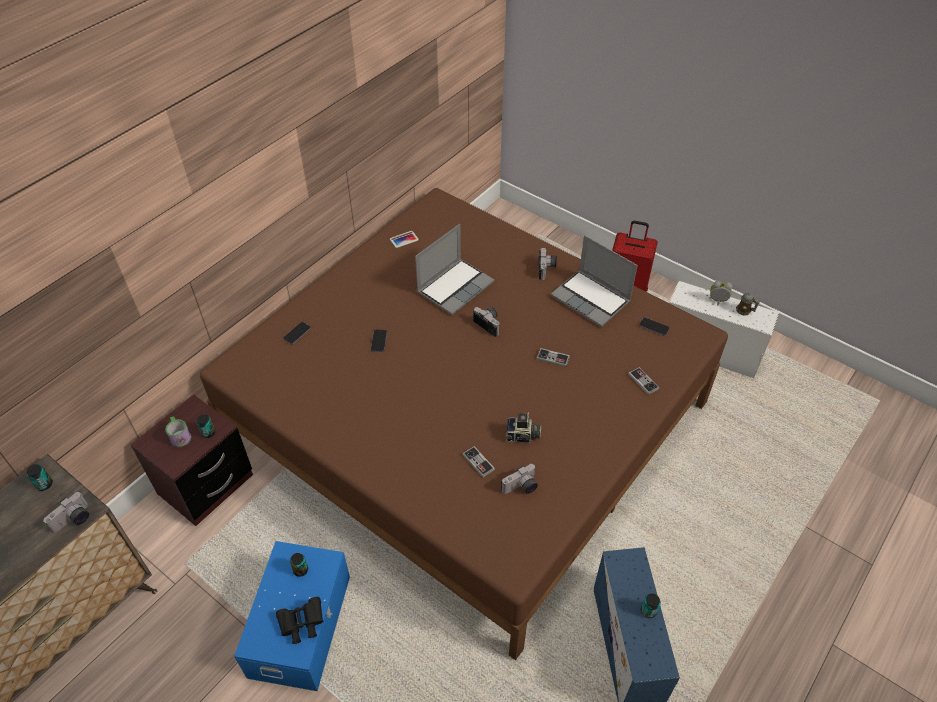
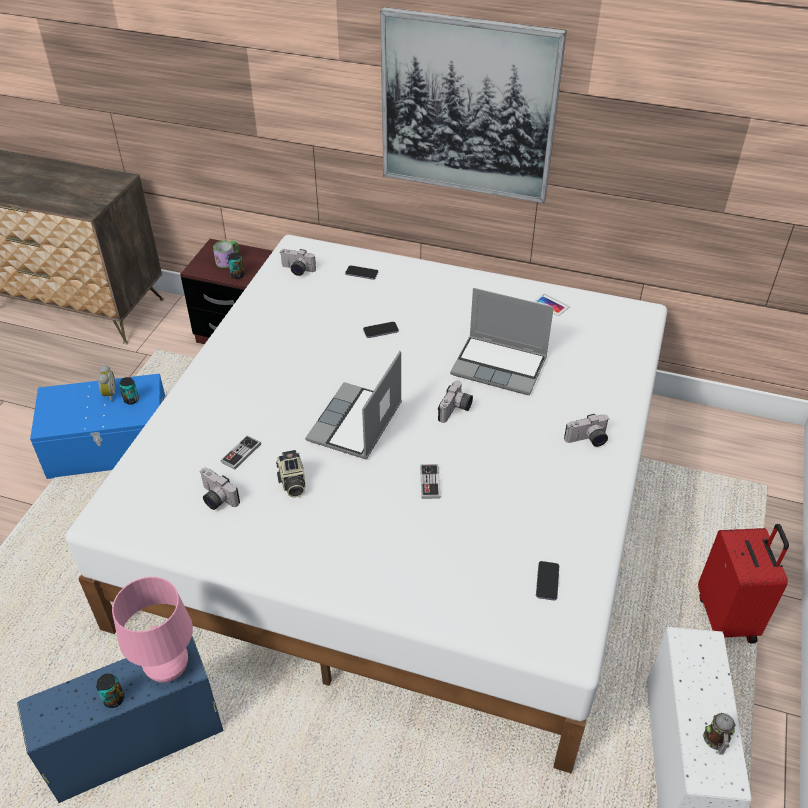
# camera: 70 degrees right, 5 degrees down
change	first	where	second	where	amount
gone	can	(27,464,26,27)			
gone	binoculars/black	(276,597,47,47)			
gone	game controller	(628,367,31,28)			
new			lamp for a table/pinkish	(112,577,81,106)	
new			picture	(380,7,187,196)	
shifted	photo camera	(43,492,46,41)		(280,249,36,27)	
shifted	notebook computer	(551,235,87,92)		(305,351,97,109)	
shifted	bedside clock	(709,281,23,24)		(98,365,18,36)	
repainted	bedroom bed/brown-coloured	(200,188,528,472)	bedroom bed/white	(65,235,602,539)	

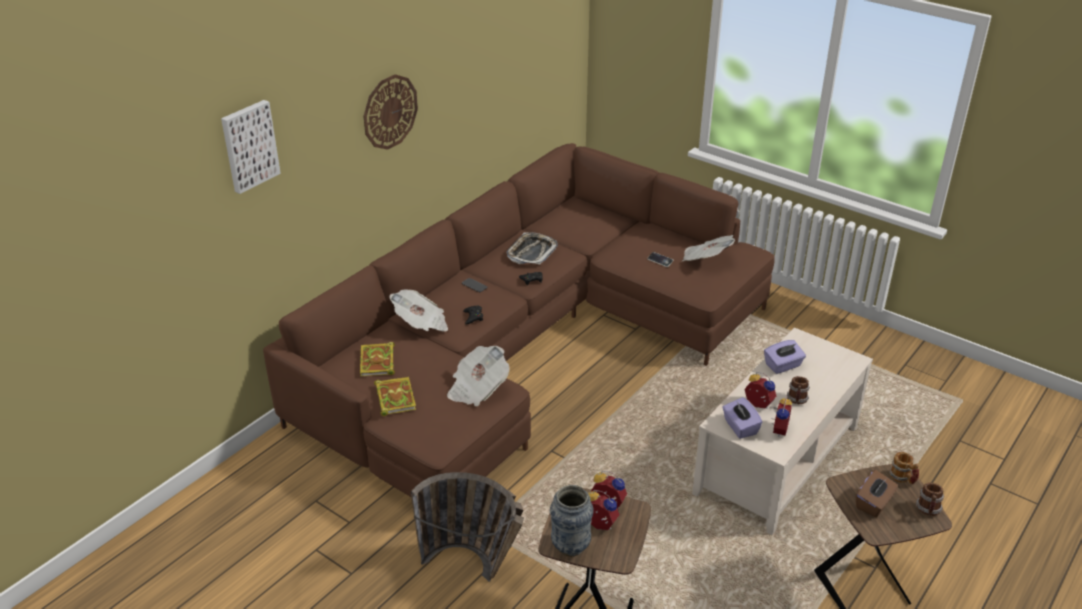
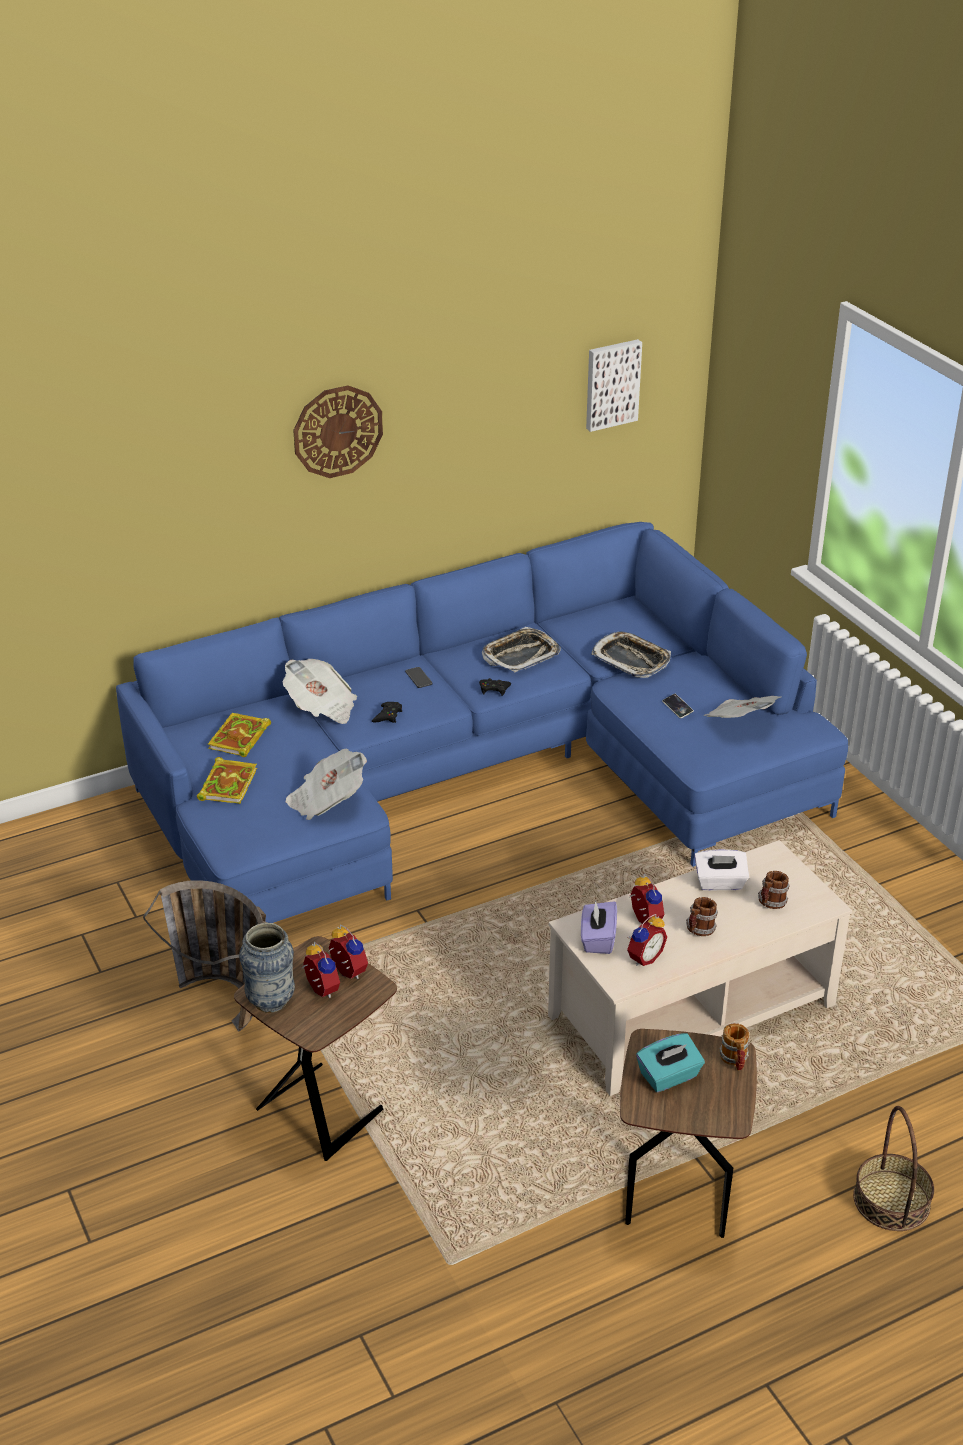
# camera: 25 degrees right, 0 degrees up
change	first	where	second	where	amount
new			tray	(591,631,80,47)	
new			household basket	(853,1106,81,125)	
shifted	picture	(221,100,60,94)		(586,339,56,93)	
shifted	coffee mug	(916,483,28,33)		(758,871,32,38)	
repainted	couch/brown-coloured	(263,143,512,354)	couch/blue	(116,522,732,401)	
repainted	box of tissues/purple-coloured	(764,340,42,34)	box of tissues/white	(694,849,55,42)	
repainted	box of tissues/brown-coloured	(856,470,42,47)	box of tissues/turquoise-coloured	(636,1033,69,59)	

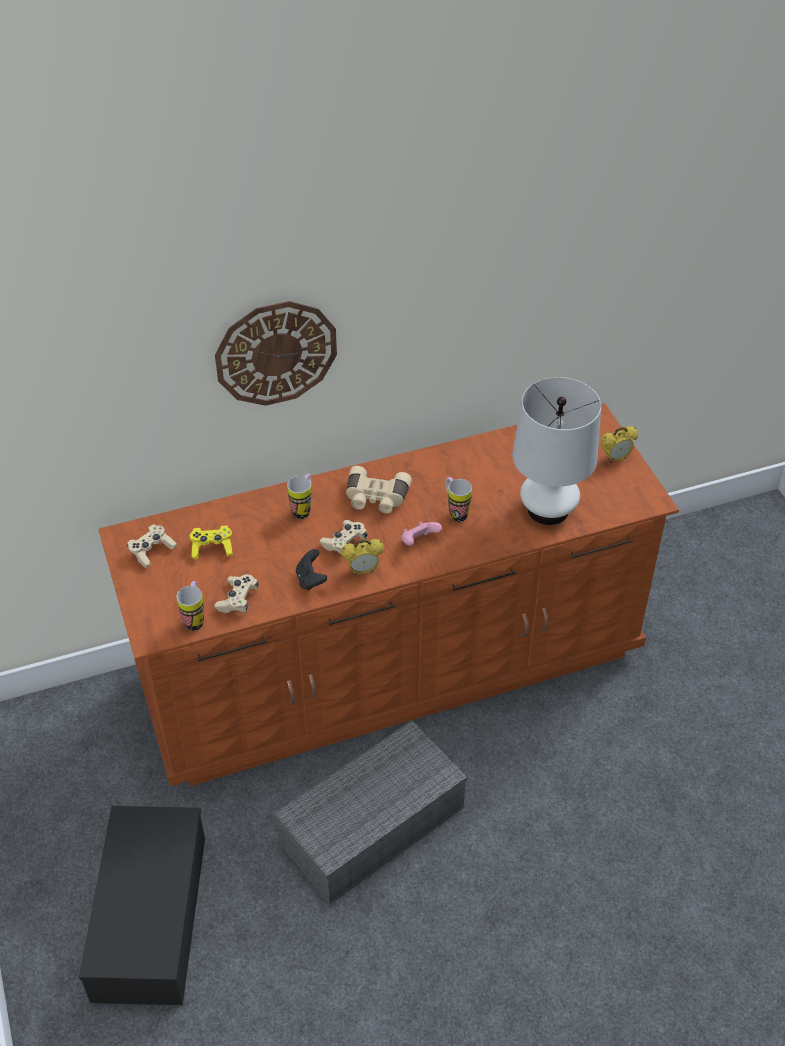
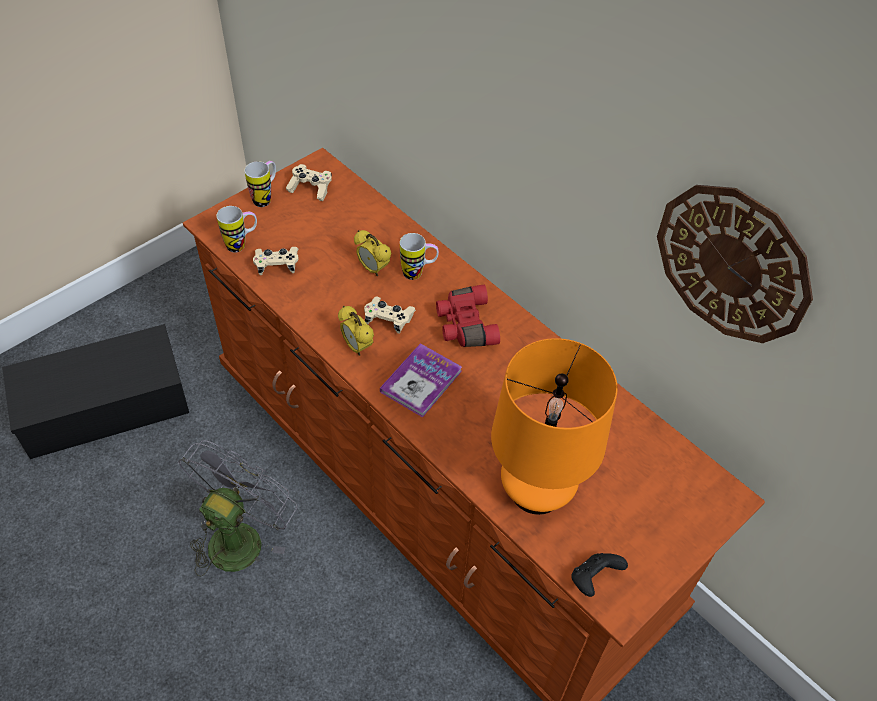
# camera: 65 degrees right, 5 degrees up
change	first	where	second	where	amount
gone	game controller/yellowish	(190,525,43,34)			
shifted	hanging clock	(215,301,122,105)		(657,185,156,158)	
shifted	game controller/black	(296,549,31,41)		(571,553,57,44)	
shifted	coffee mug	(446,477,26,45)		(244,161,32,46)	
shifted	bedside clock	(601,426,37,37)		(354,230,37,46)	
swapped	storage box/gray	(274,721,193,183)	cooling fan/gray	(178,440,119,137)	
swapped	game controller/pinkish	(401,522,41,24)	book	(380,343,82,75)	
repainted	binoculars/sand-coloured	(346,466,66,48)	binoculars/red-coloured	(436,285,64,62)	
repainted	lamp for a table/white	(512,377,89,148)	lamp for a table/orange-coloured	(491,338,127,177)	

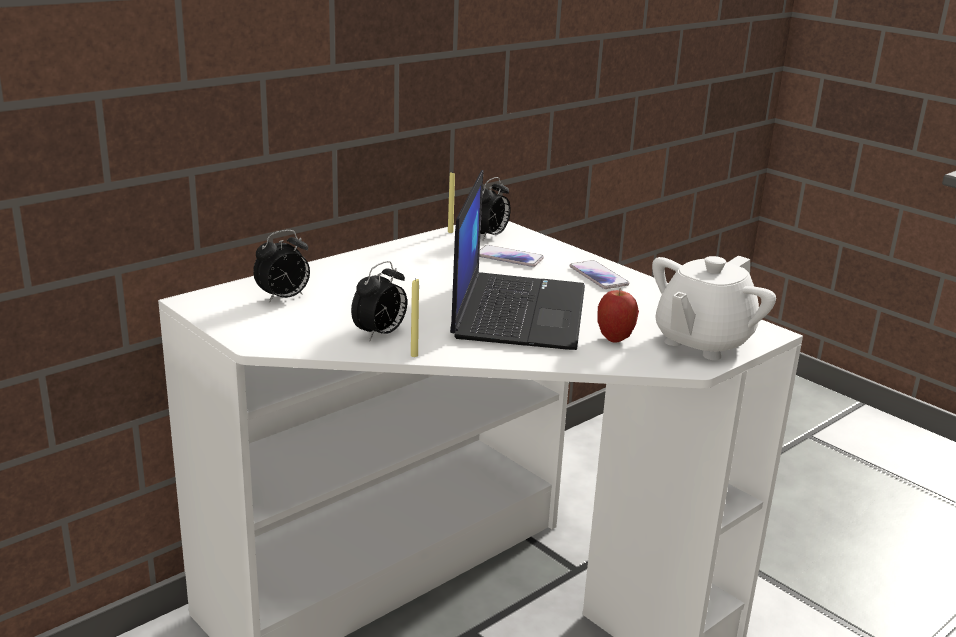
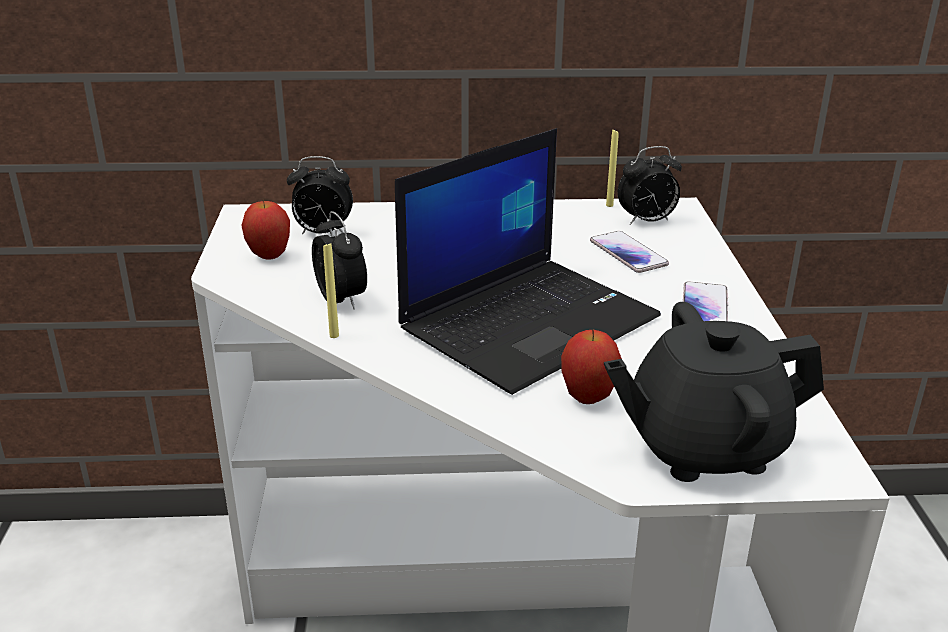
# camera: 40 degrees right, 5 degrees up
change	first	where	second	where	amount
new			whole apple	(241,199,49,61)	
repainted	tea pot/white	(652,256,124,104)	tea pot/black	(604,302,220,180)	
rotated	bedside clock	(351,261,56,80)		(312,211,55,99)	105 degrees counterclockwise

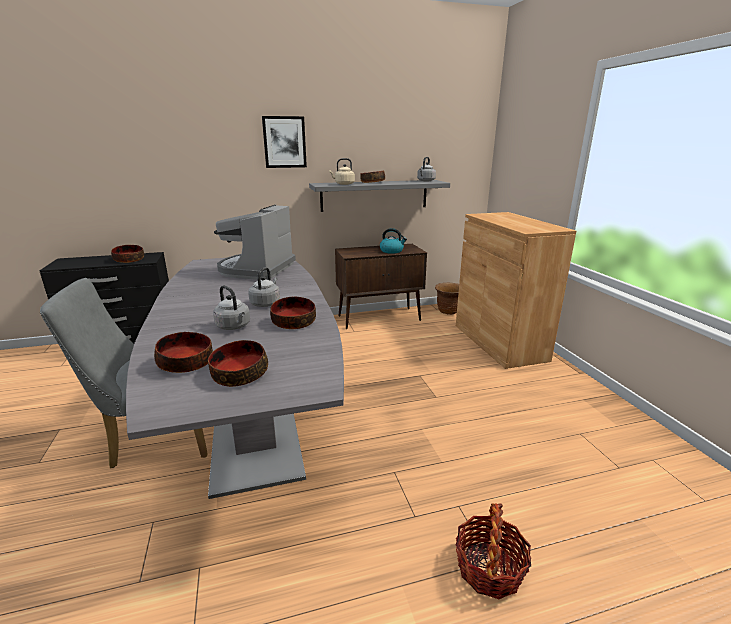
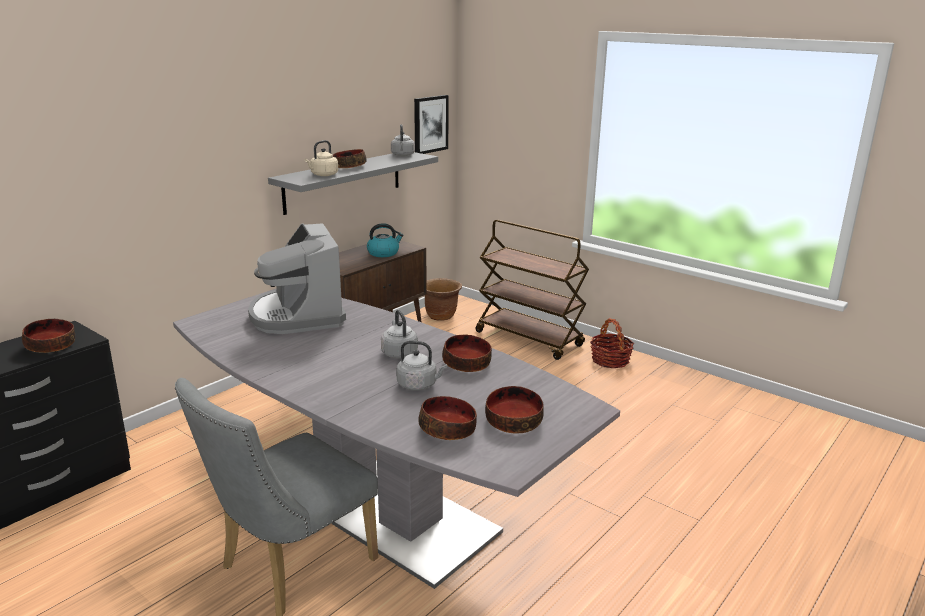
# camera: 35 degrees left, 0 degrees up
change	first	where	second	where	amount
shifted	picture	(262,116,45,52)		(414,95,35,59)	
shifted	household basket	(456,503,75,96)		(590,318,44,50)	
swapped	cabinet/brown-coloured	(456,212,120,157)	wheeled cart/brown-coloured	(475,220,114,140)	

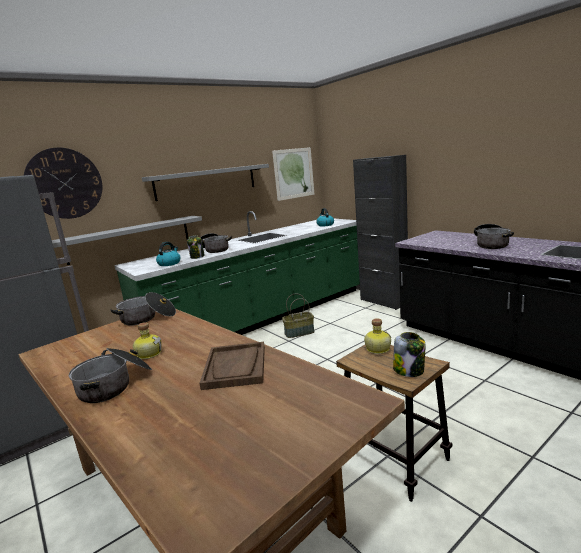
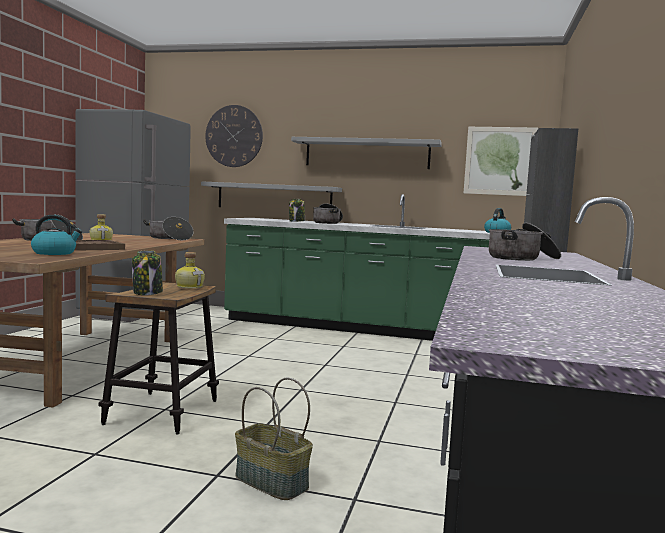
# camera: 50 degrees right, 10 degrees down
change	first	where	second	where	amount
shifted	water kettle	(156,242,24,24)		(31,215,51,40)	
shifted	household basket	(282,293,33,45)		(235,377,78,123)	

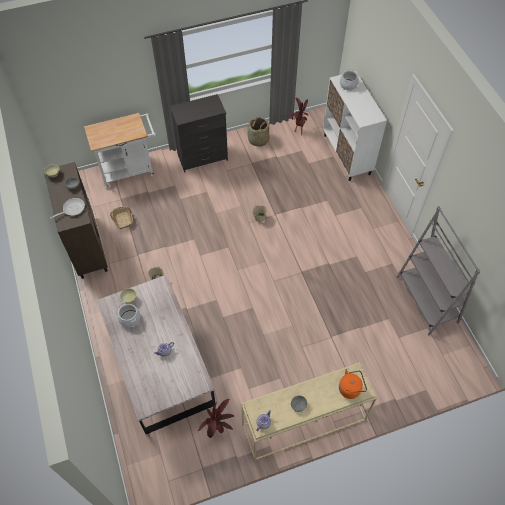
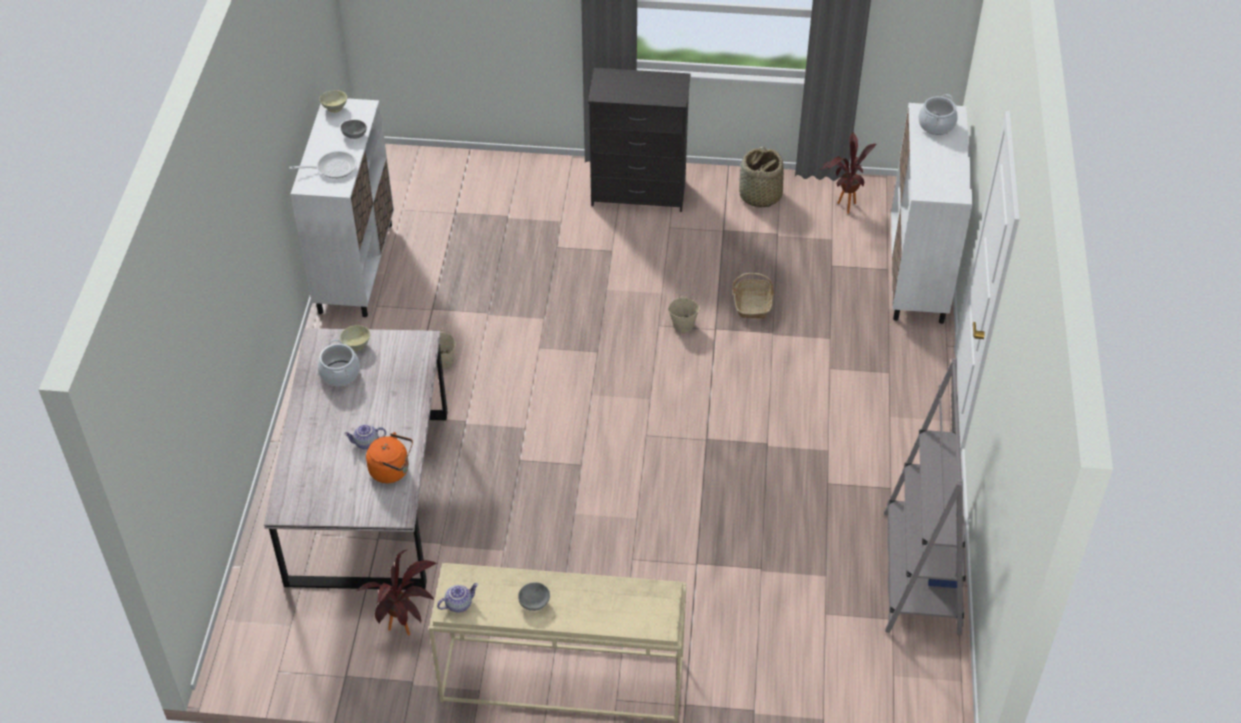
# camera: 25 degrees right, 10 degrees down
change	first	where	second	where	amount
gone	wheeled cart/white	(84,113,72,75)			
shifted	household basket	(110,206,23,23)		(732,273,42,46)	
shifted	water kettle/orange-coloured	(339,369,28,30)		(366,432,47,51)	
repainted	cabinet/brown-coloured	(43,162,65,117)	cabinet/white	(290,98,104,219)	

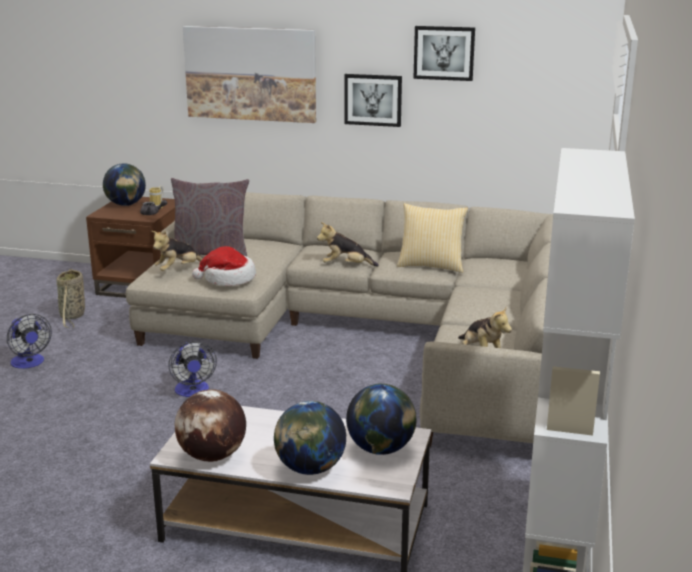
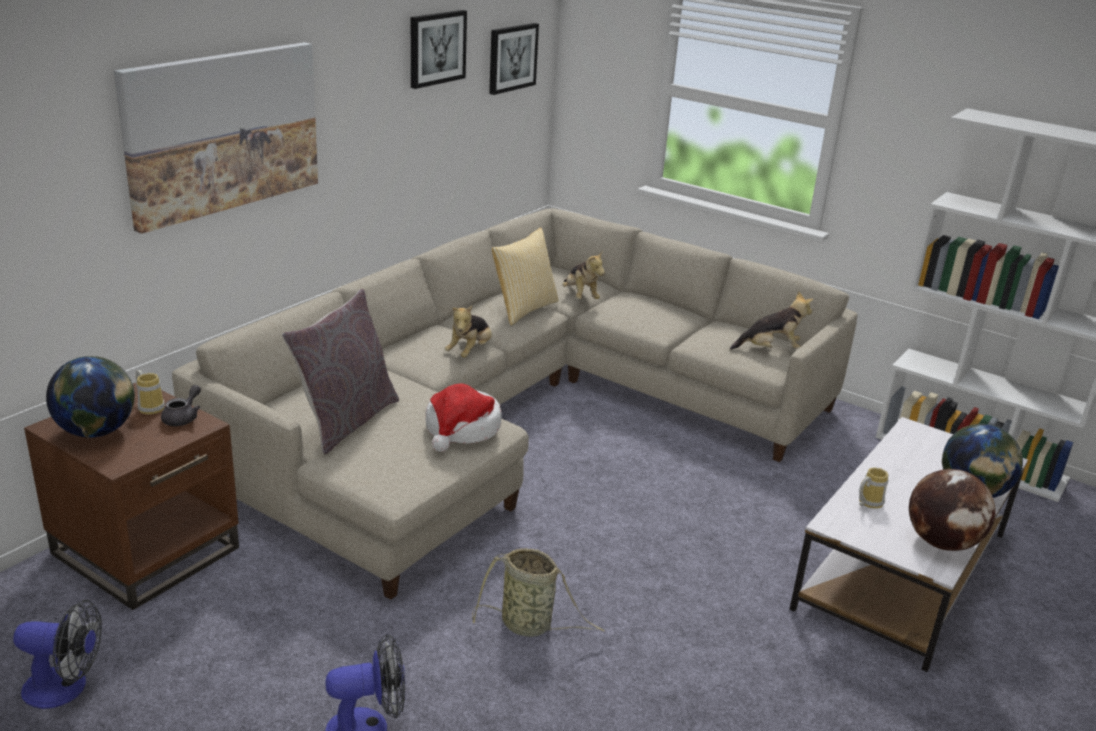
# camera: 70 degrees left, 5 degrees up
change	first	where	second	where	amount
gone	desk globe	(346,384,71,71)			
new			coffee mug	(859,468,29,40)	
shifted	household basket	(57,268,28,60)		(472,548,133,89)	
shifted	soft toy	(152,230,51,41)		(562,251,43,48)	
shifted	cooling fan	(169,341,48,56)		(13,600,89,109)	
shifted	picture	(344,74,58,53)		(489,23,50,72)	

